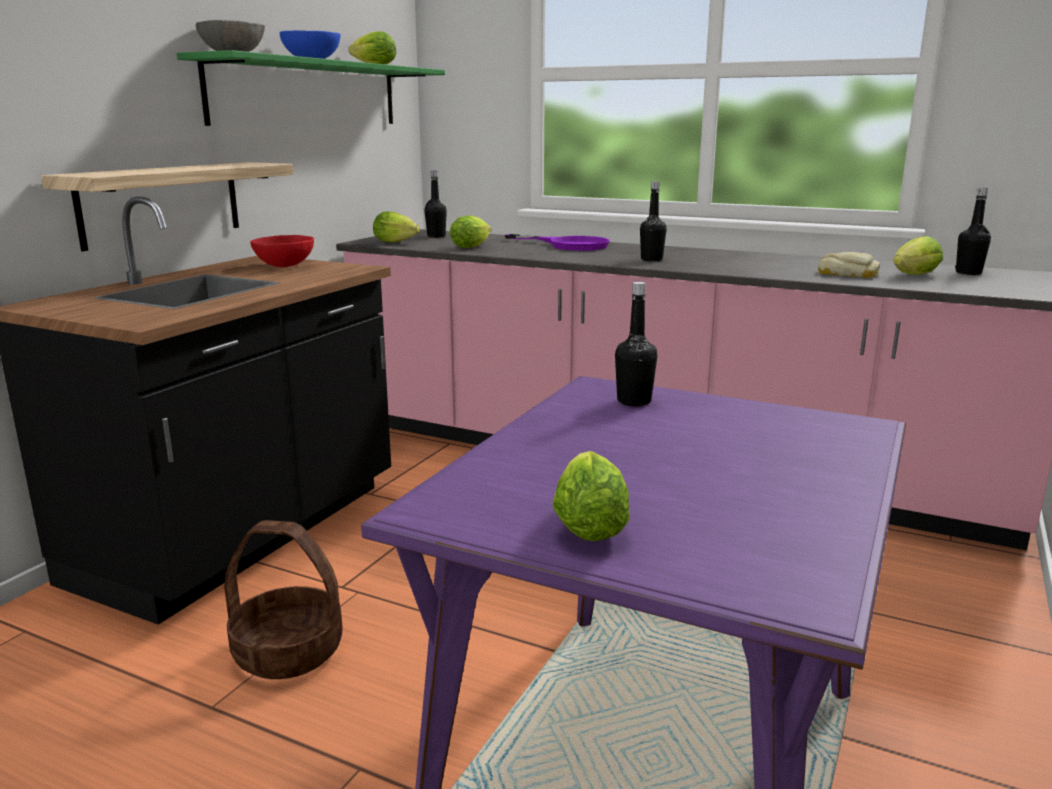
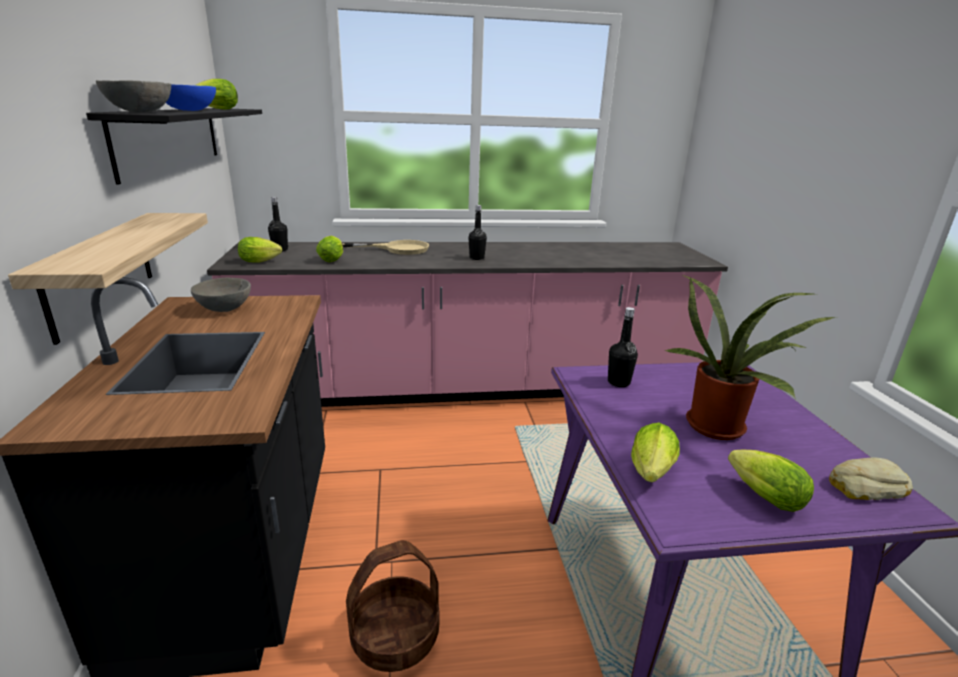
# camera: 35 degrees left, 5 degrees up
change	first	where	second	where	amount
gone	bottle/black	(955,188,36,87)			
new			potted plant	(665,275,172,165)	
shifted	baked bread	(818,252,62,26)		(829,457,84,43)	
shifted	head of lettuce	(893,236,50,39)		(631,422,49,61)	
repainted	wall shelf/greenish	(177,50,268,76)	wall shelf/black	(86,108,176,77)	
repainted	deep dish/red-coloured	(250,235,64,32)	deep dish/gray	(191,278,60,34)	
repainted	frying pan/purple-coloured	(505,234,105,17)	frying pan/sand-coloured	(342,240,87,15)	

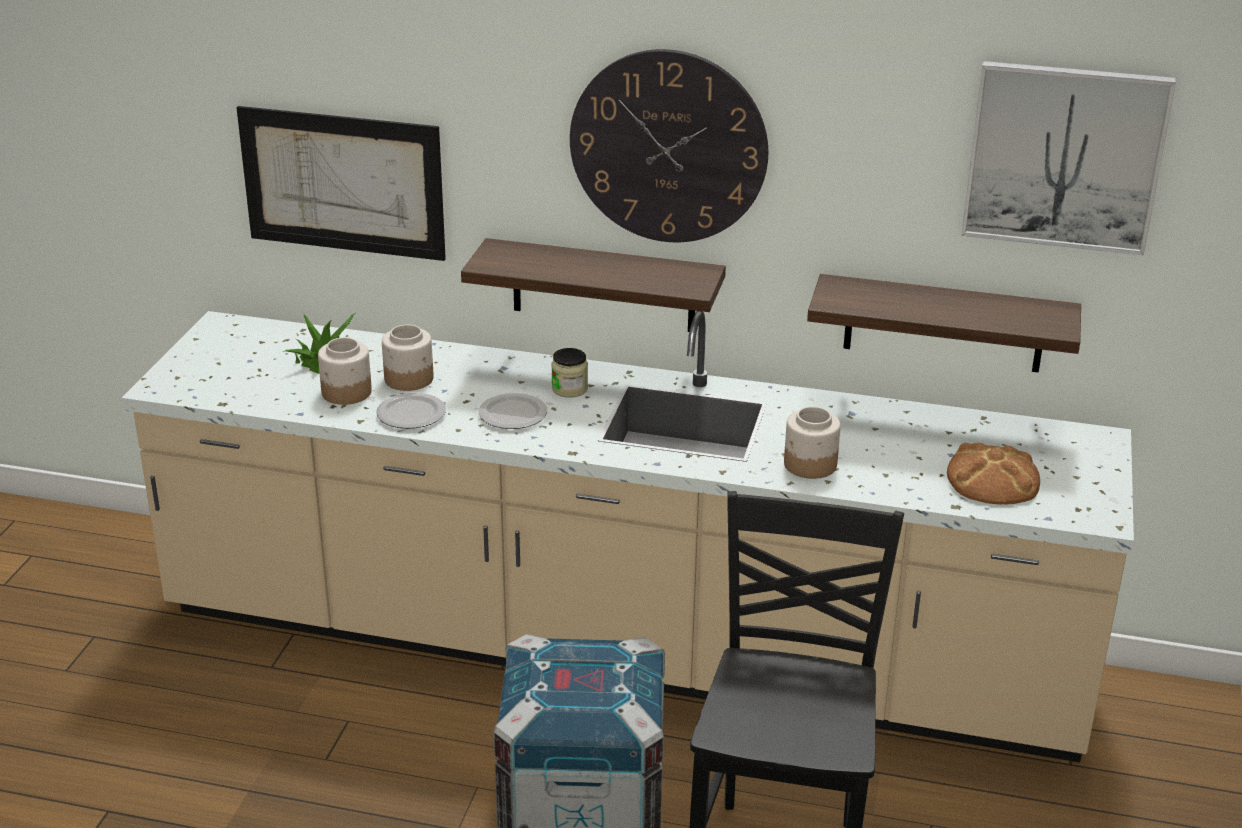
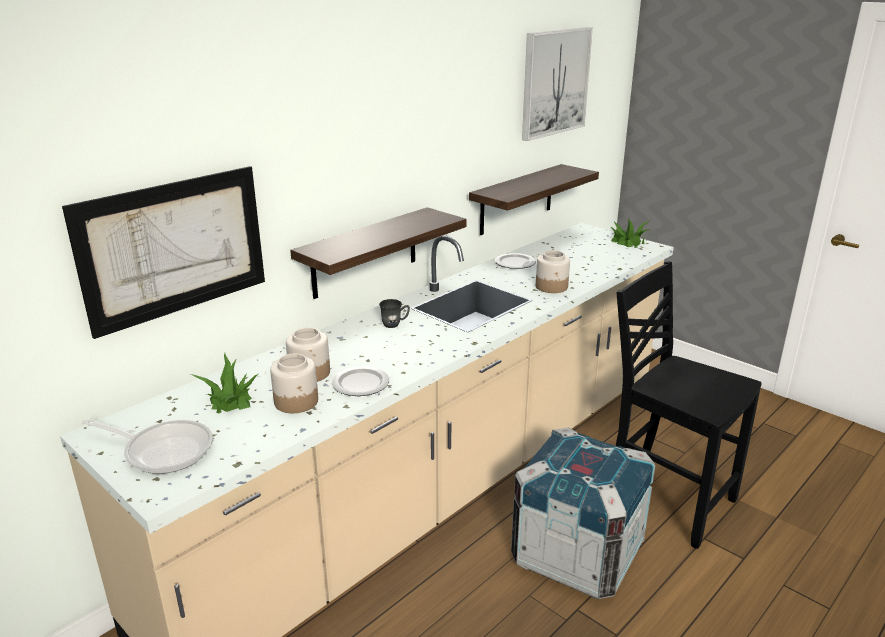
# camera: 60 degrees left, 5 degrees down
change	first	where	second	where	amount
gone	hanging clock	(570,49,199,193)			
gone	baked bread	(947,443,93,62)			
new			frying pan	(82,419,131,55)	
new			potted plant	(611,219,40,29)	
shifted	flat dish	(478,393,69,36)		(495,253,41,16)	
swapped	storage jar	(551,348,37,50)	coffee mug/gray	(379,299,31,29)	

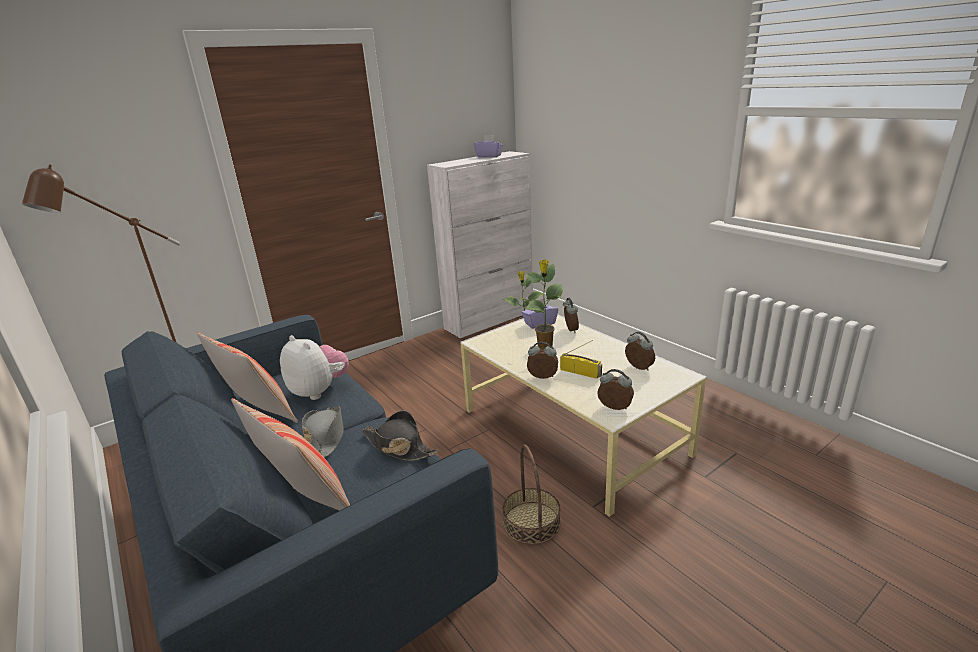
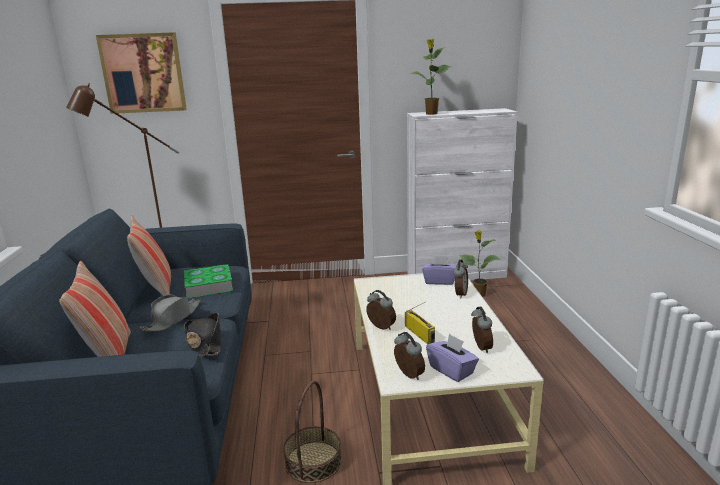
# camera: 30 degrees right, 5 degrees down
change	first	where	second	where	amount
new			picture	(96,32,91,82)	
shifted	box of tissues/purple-coloured	(474,135,29,23)		(426,333,53,49)	
shifted	potted plant	(525,260,38,89)		(410,39,42,76)	
swapped	soft toy	(280,335,69,65)	book	(184,264,49,34)	

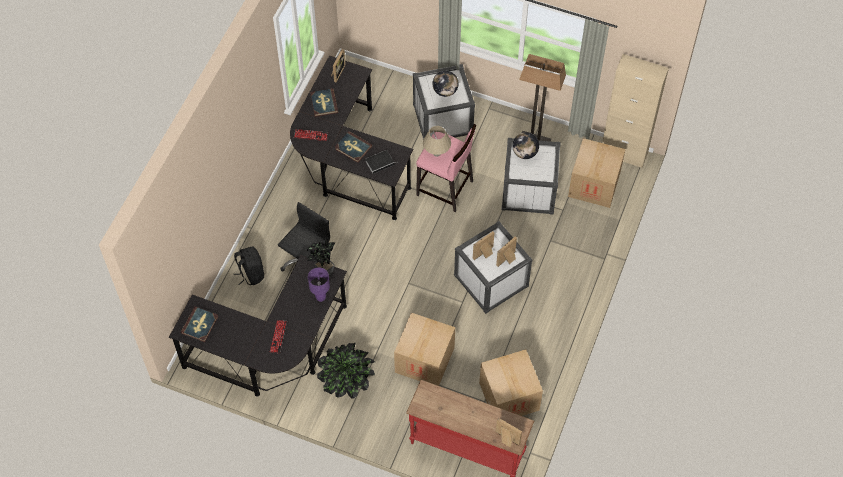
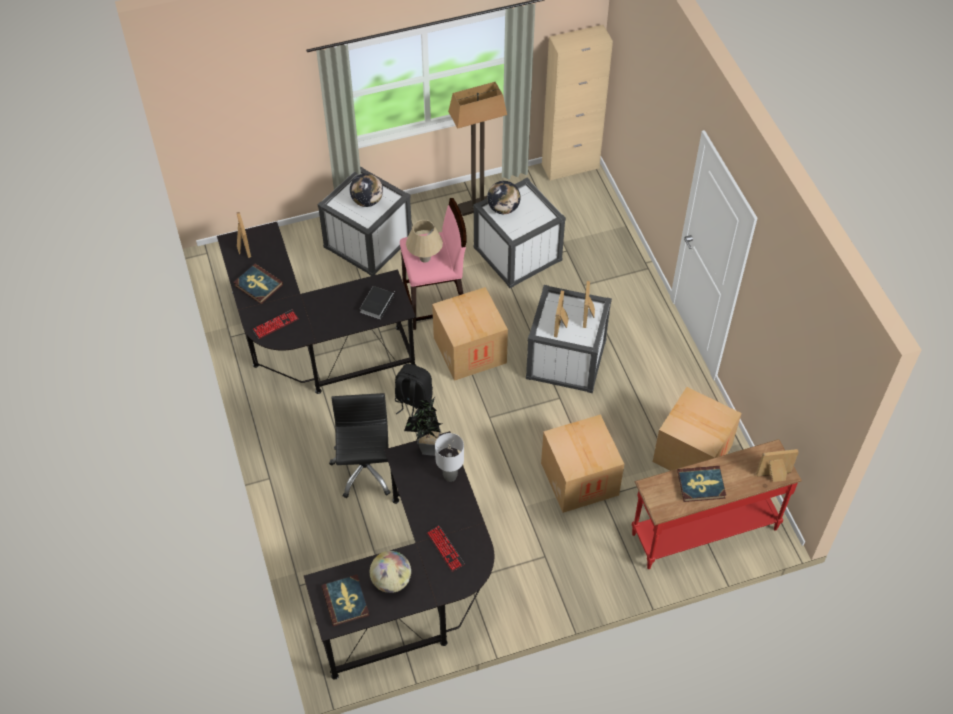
# camera: 40 degrees left, 5 degrees down
change	first	where	second	where	amount
gone	potted plant	(317,342,58,57)			
new			desk globe	(370,551,41,42)	
shifted	knapsack/black	(234,246,30,39)		(395,364,38,53)	
shifted	book	(335,131,37,32)		(677,466,49,36)	
shifted	packing box	(568,138,58,70)		(432,287,76,94)	
repainted	lamp for a table/purple-coloured	(308,268,22,34)	lamp for a table/gray	(435,433,29,49)	

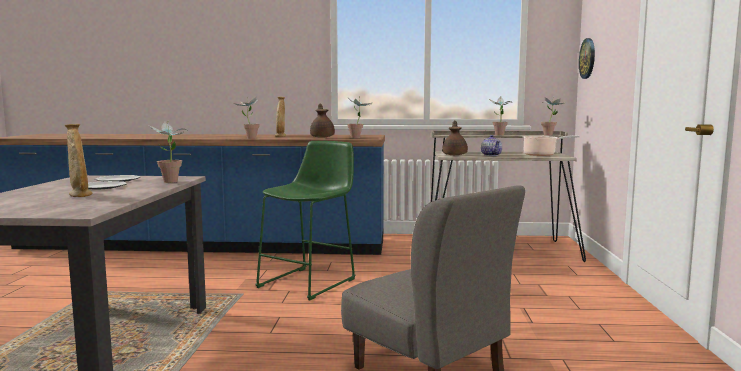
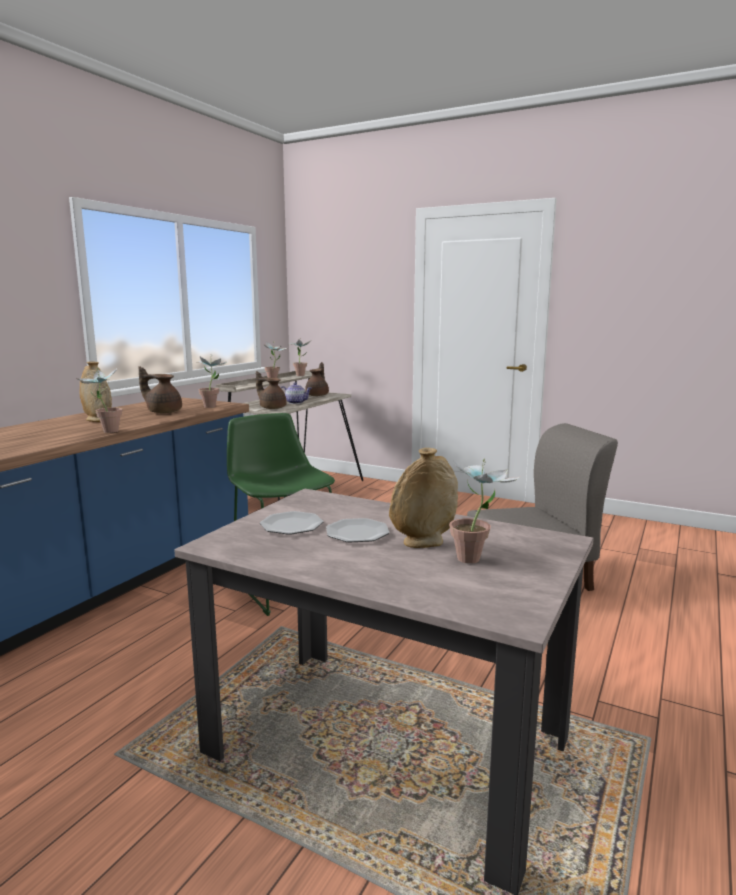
# camera: 65 degrees left, 5 degrees up
change	first	where	second	where	amount
gone	hanging clock	(579,38,16,41)			
shifted	potted plant	(148,121,39,62)		(449,459,70,105)	
swapped	cooking pot	(523,136,57,20)	tea pot/brown-coloured	(305,362,24,34)	

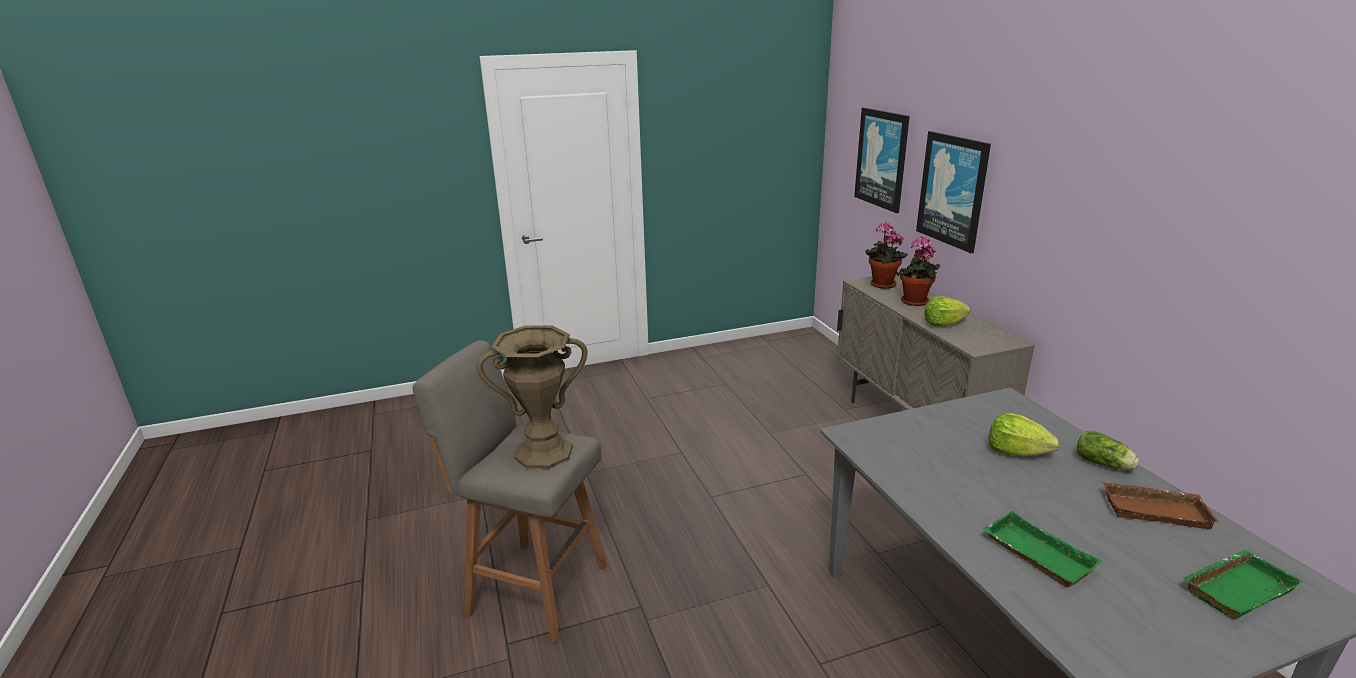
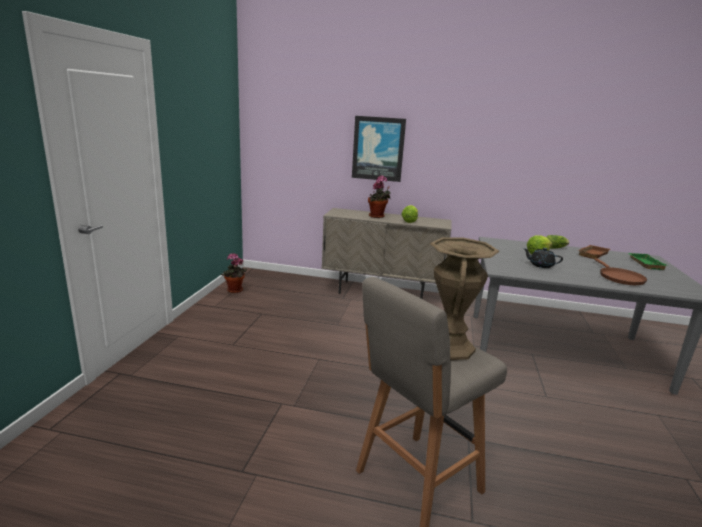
# camera: 60 degrees left, 5 degrees down
change	first	where	second	where	amount
gone	picture	(854,107,56,106)			
new			tea pot/black	(523,248,40,20)	
shifted	potted plant	(865,222,43,67)		(221,253,26,40)	
swapped	tray/greenish	(982,511,120,76)	frying pan/brown-coloured	(594,258,53,27)	

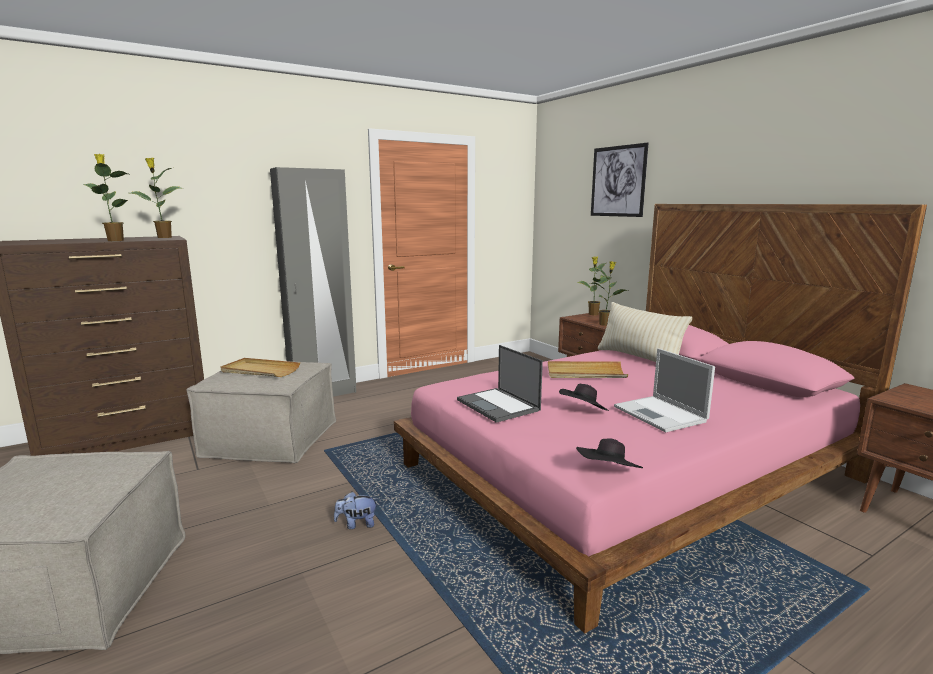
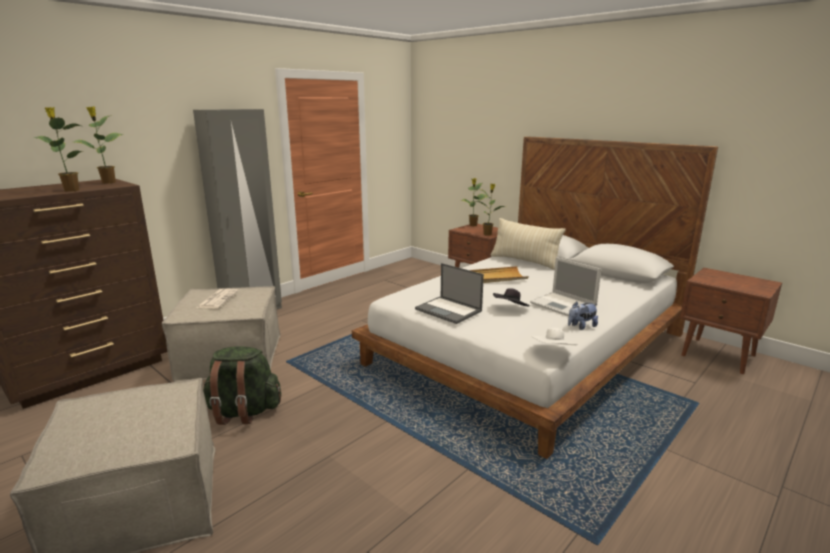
# camera: 15 degrees left, 5 degrees up
change	first	where	second	where	amount
gone	picture	(591,143,57,74)			
new			knapsack/greenish	(203,346,78,79)	
shifted	soft toy	(334,492,44,37)		(568,301,30,29)	
swapped	tray/sand-coloured	(220,358,80,19)	newspaper	(196,289,43,19)	
repainted	bedroom bed/pinkish	(394,204,533,429)	bedroom bed/white	(352,136,366,323)	
repainted	wearable hat/black	(576,439,67,29)	wearable hat/white	(531,328,47,17)	

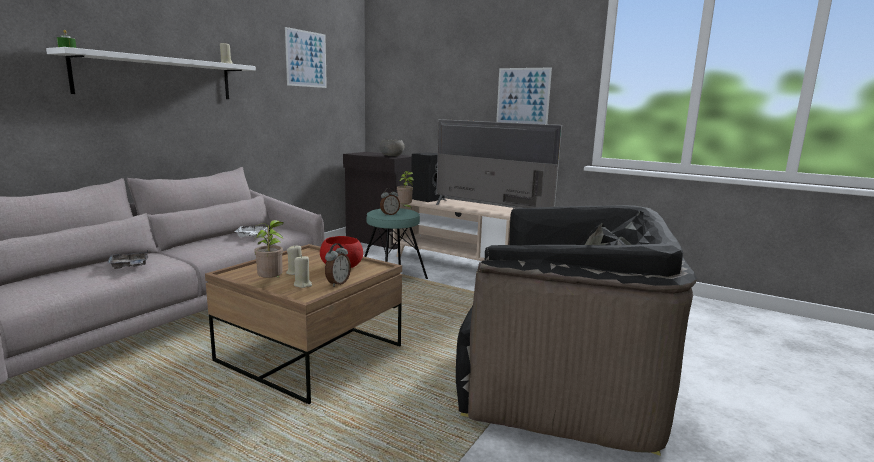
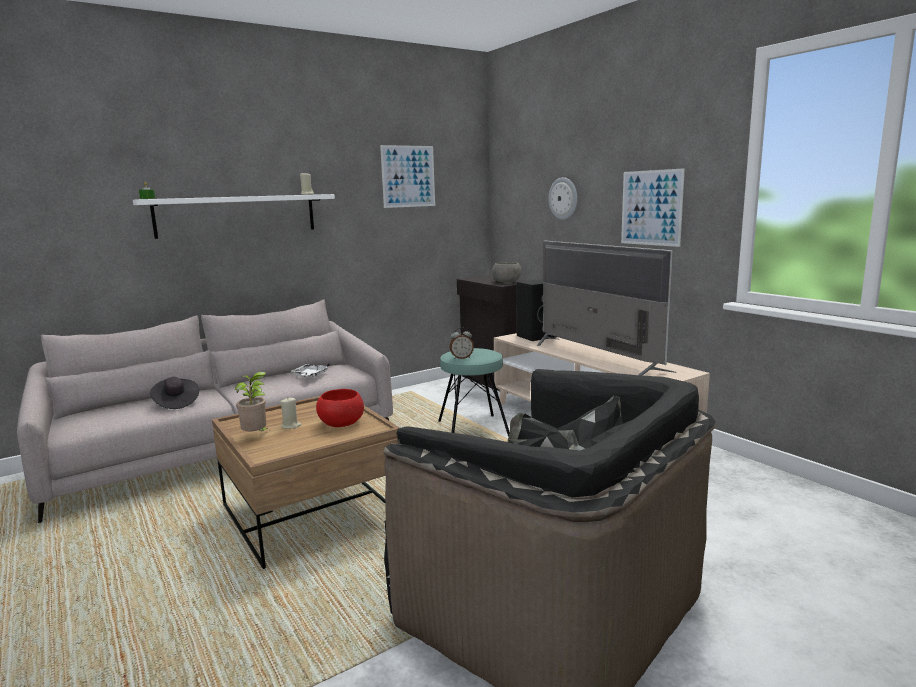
# camera: 25 degrees right, 0 degrees up
change	first	where	second	where	amount
gone	wax light/sand-coloured	(294,255,18,33)			
gone	bedside clock	(325,243,26,44)			
gone	potted plant	(397,171,17,38)			
new			hanging clock	(548,177,30,43)	
swapped	tray/gray	(107,249,41,20)	wearable hat/black	(150,377,49,32)	

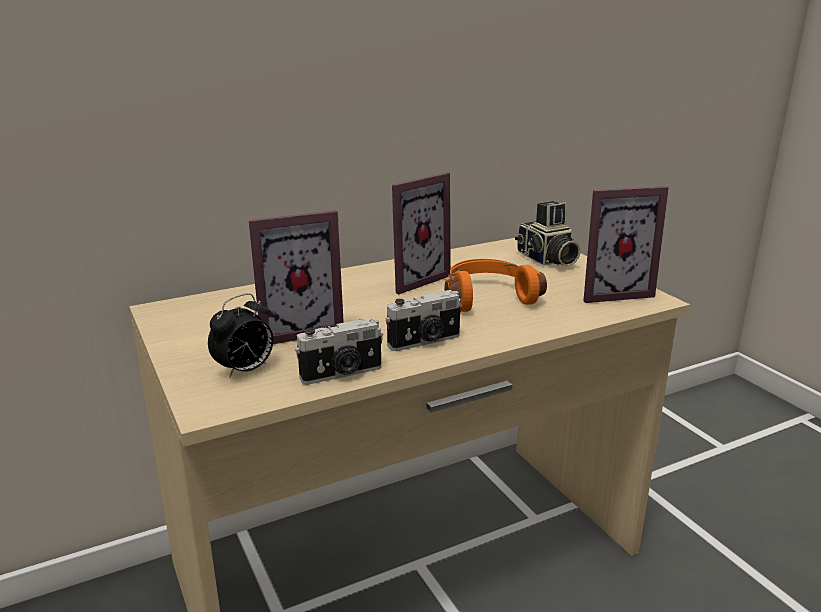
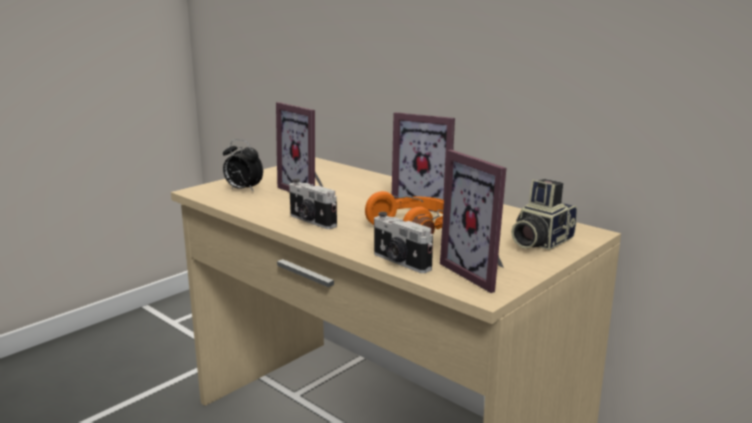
# camera: 70 degrees right, 5 degrees down
change	first	where	second	where	amount
shifted	photo camera	(295,318,88,67)		(374,212,59,61)	

